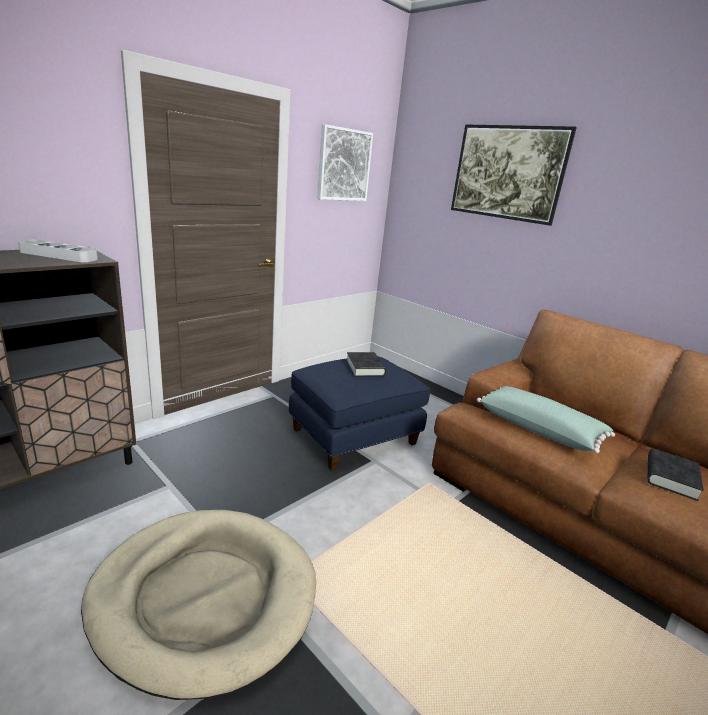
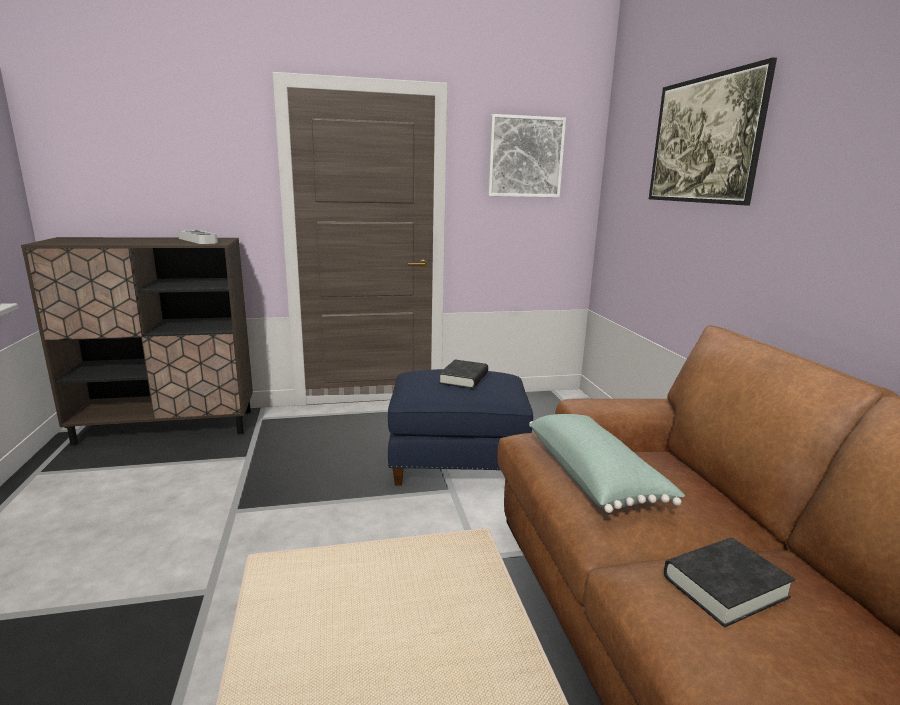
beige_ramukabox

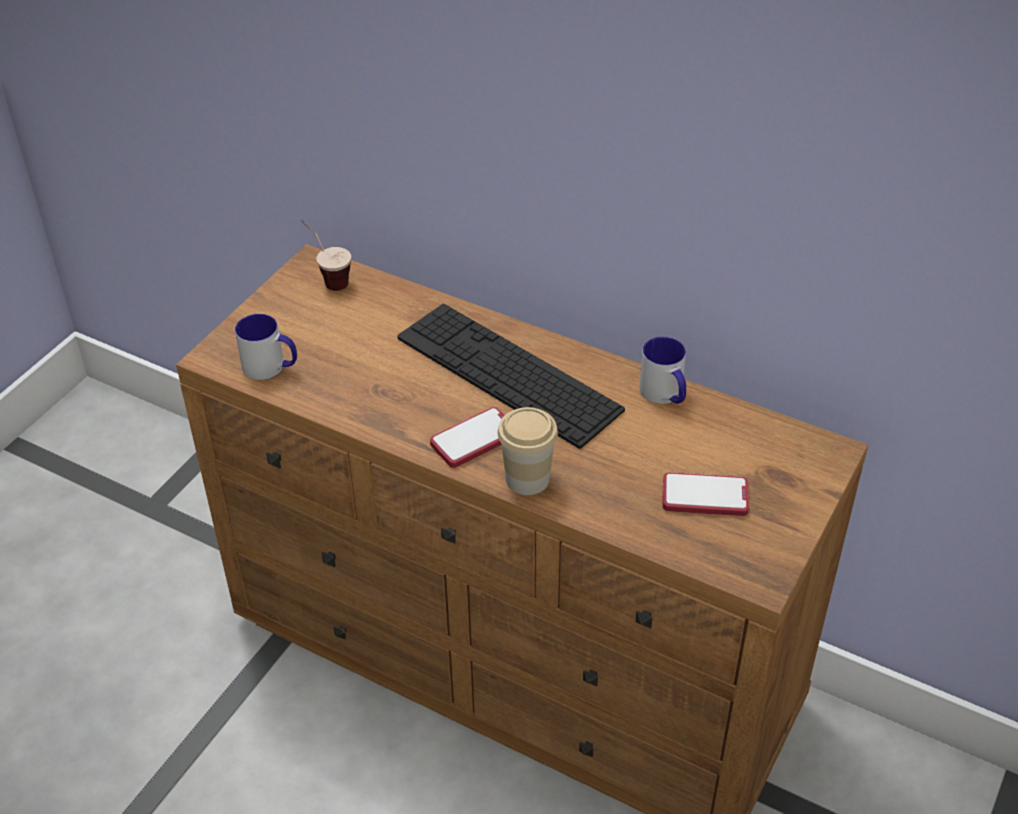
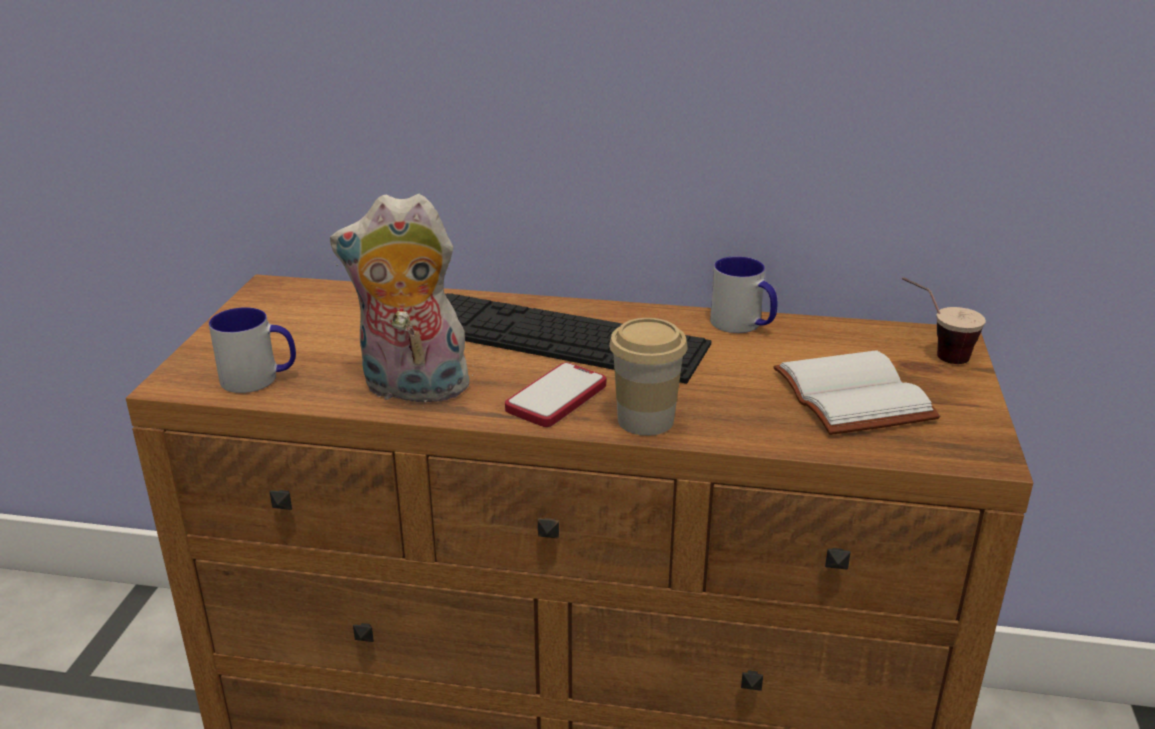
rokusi
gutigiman (no. 2 from left)
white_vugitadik

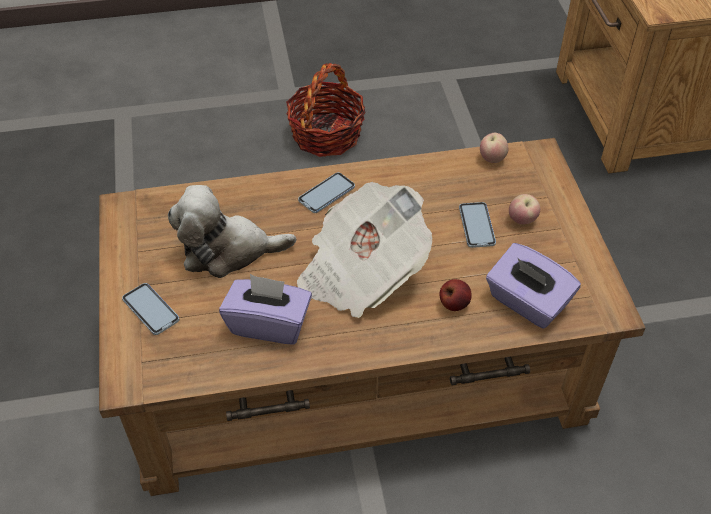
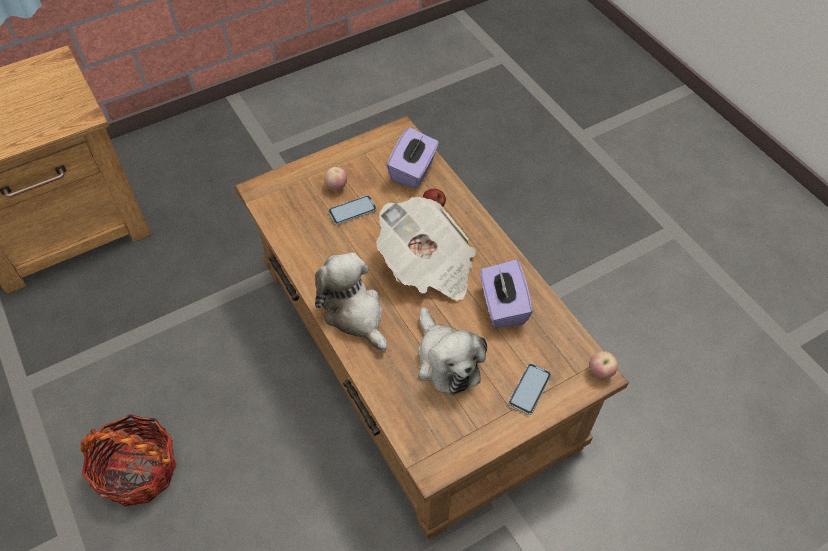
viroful (no. 3 from left)
rokusi (no. 1 from left)

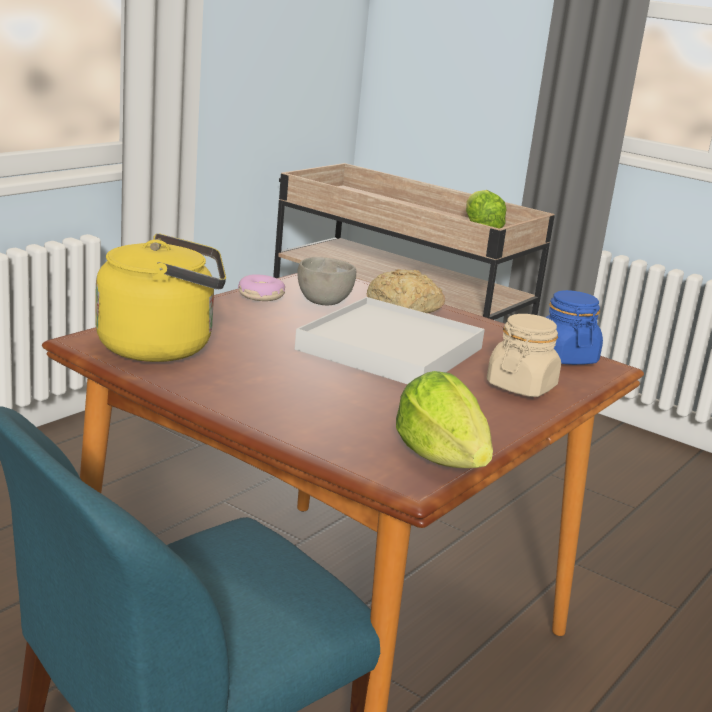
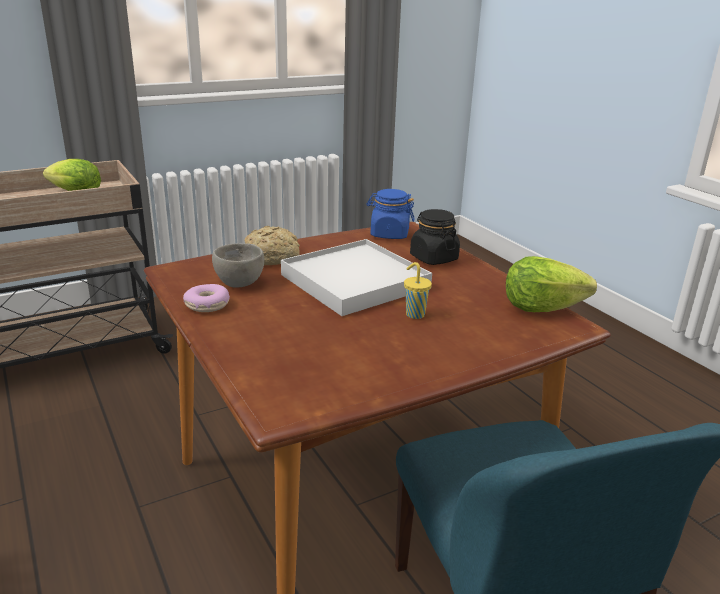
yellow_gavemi
yellow_gutigiman
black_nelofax

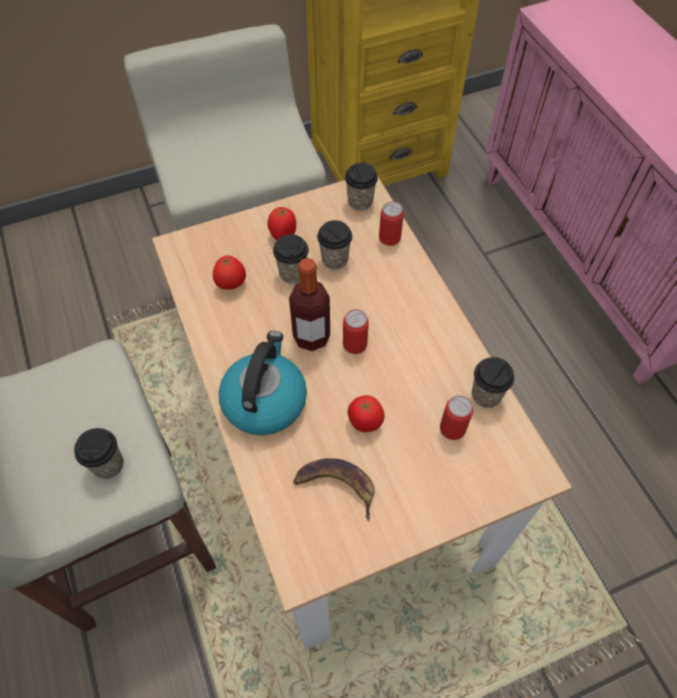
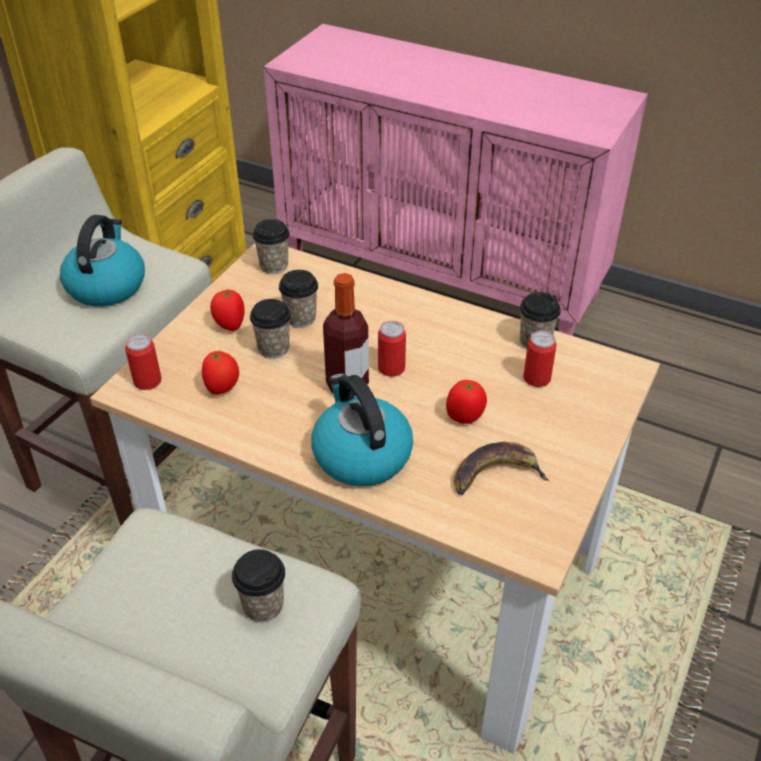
gavemi (no. 1 from left)
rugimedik (no. 1 from left)

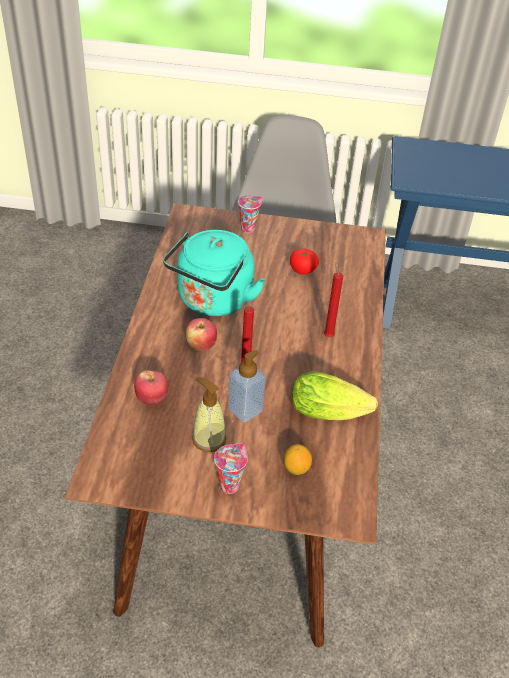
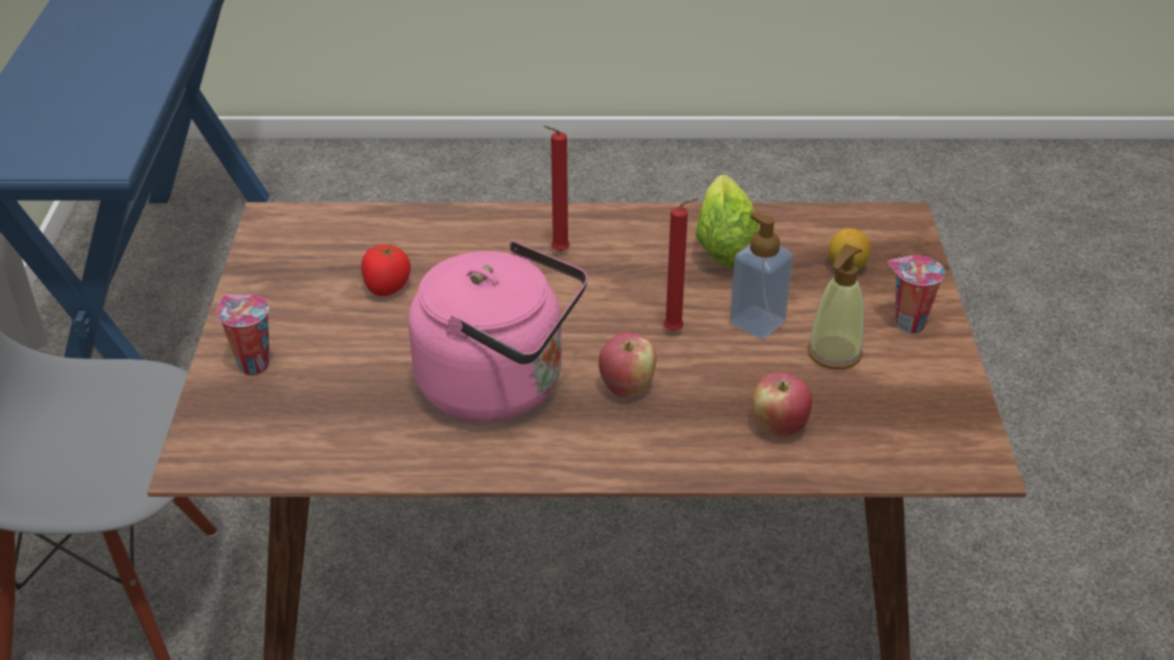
pink_gavemi

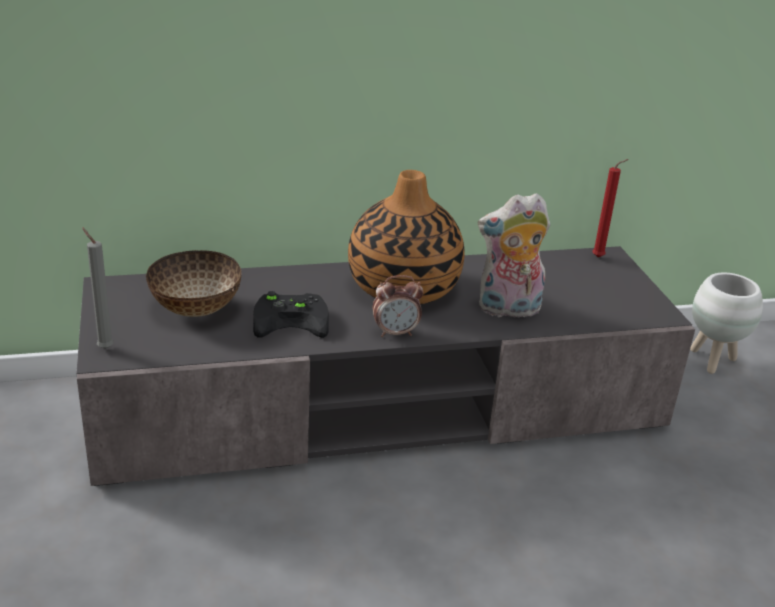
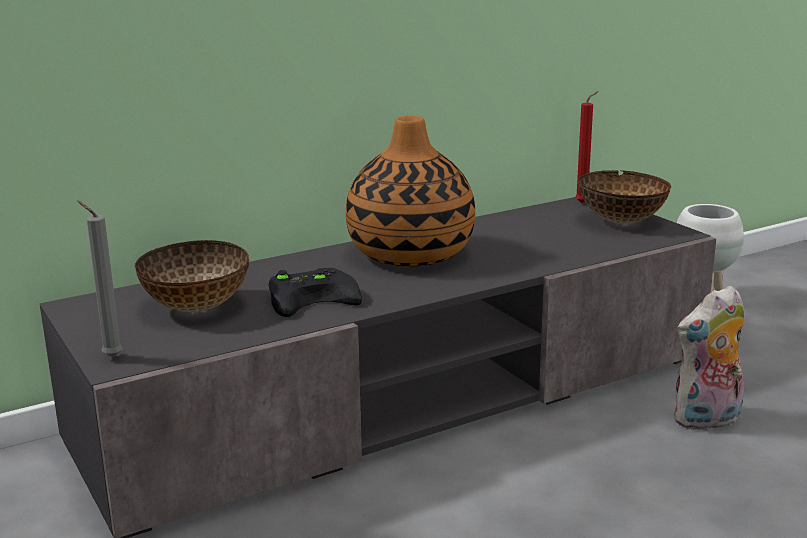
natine
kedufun (no. 2 from left)
rokusi

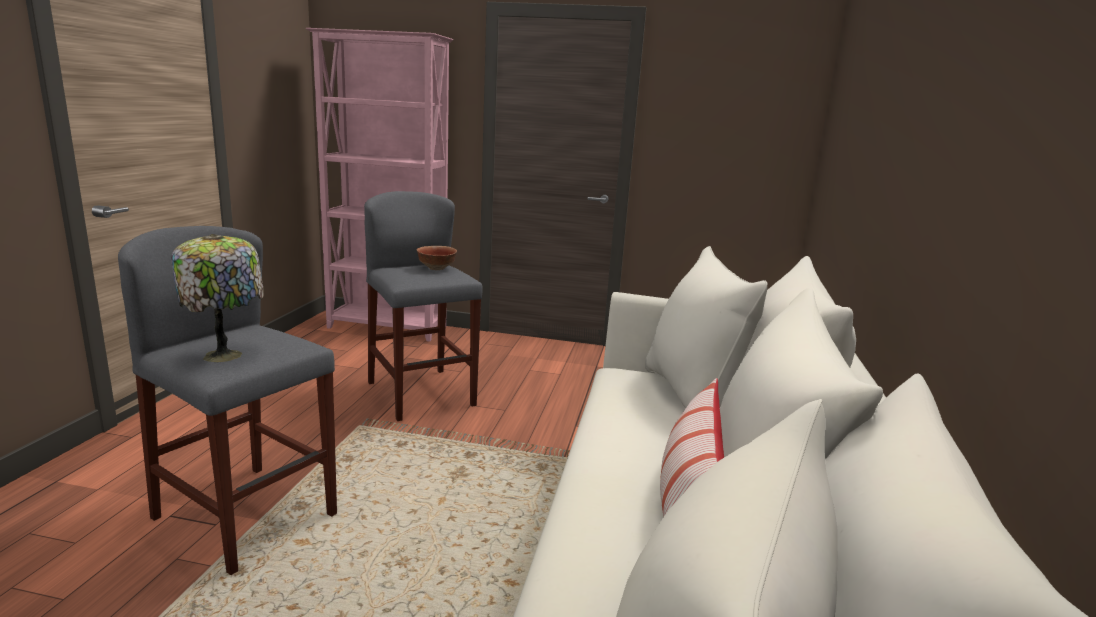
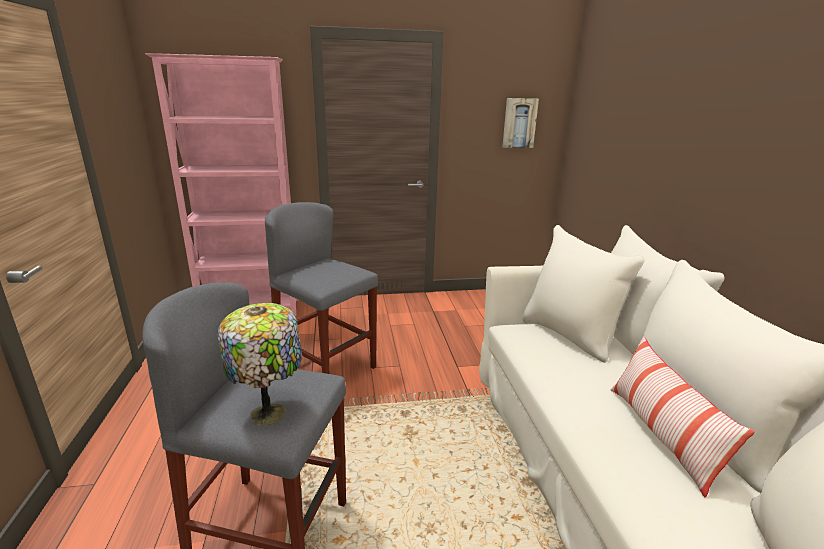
kedufun
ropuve

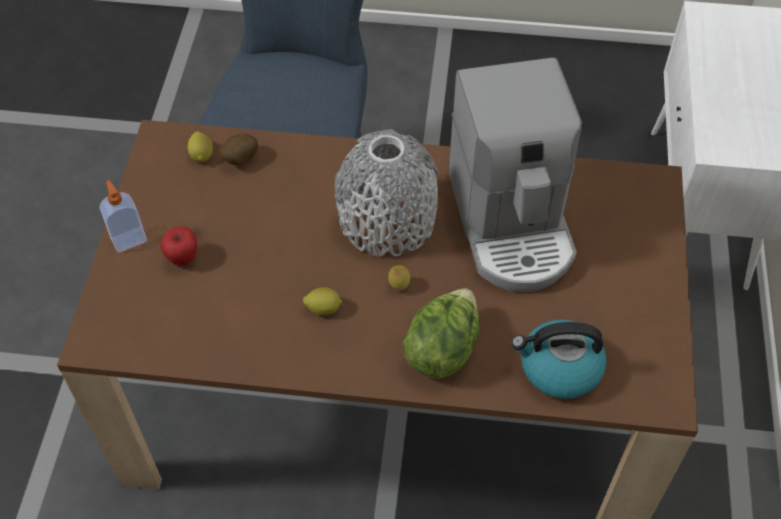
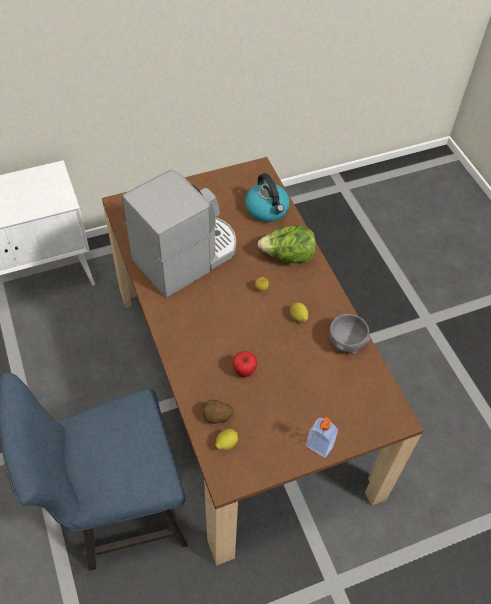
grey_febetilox
grey_kedufun
viroful

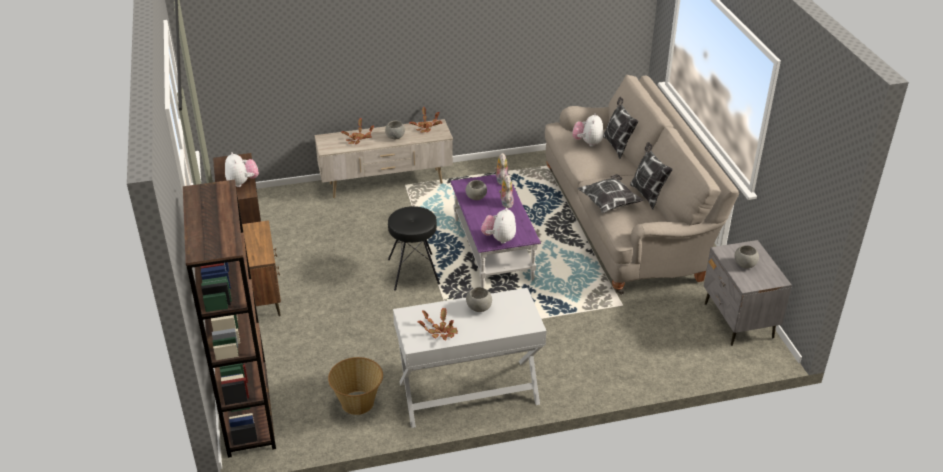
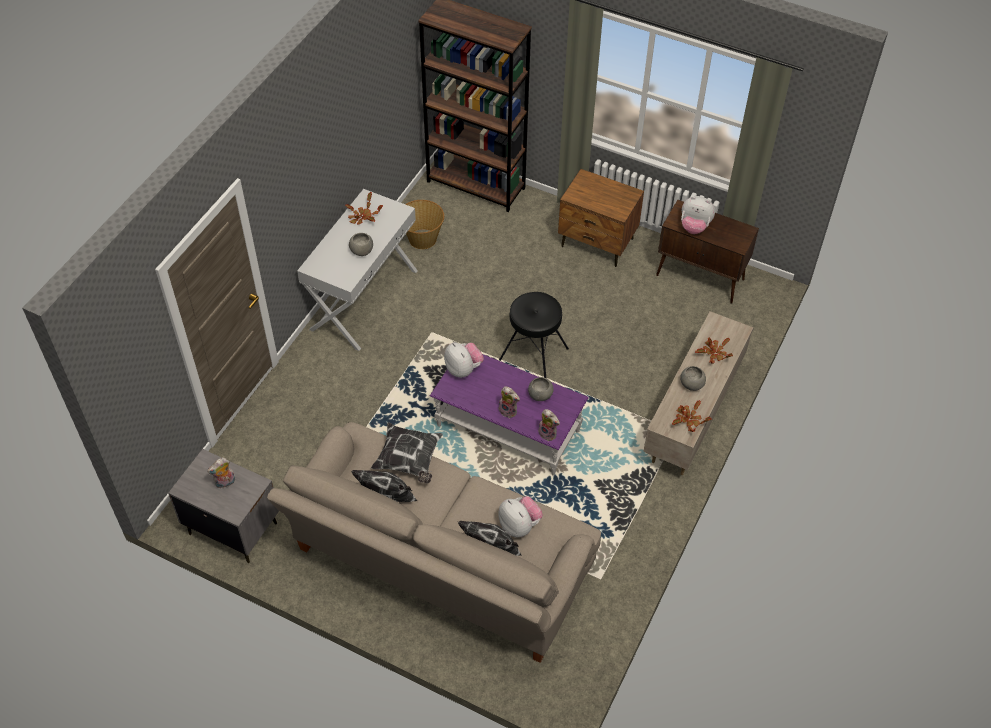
rokusi (no. 1 from left)

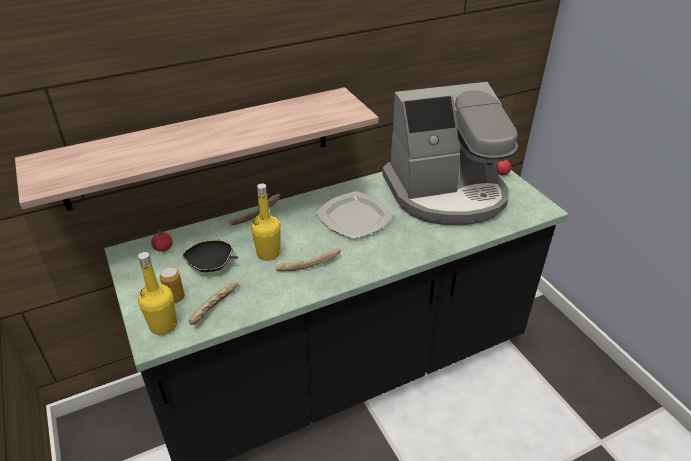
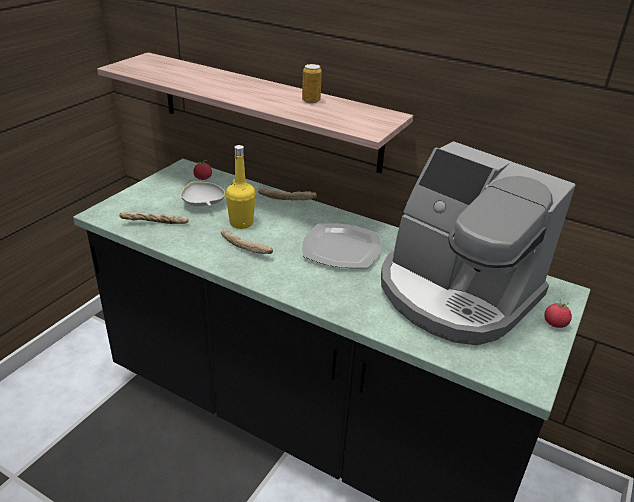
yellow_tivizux (no. 1 from left in the first image)
rugimedik
white_kedufun

